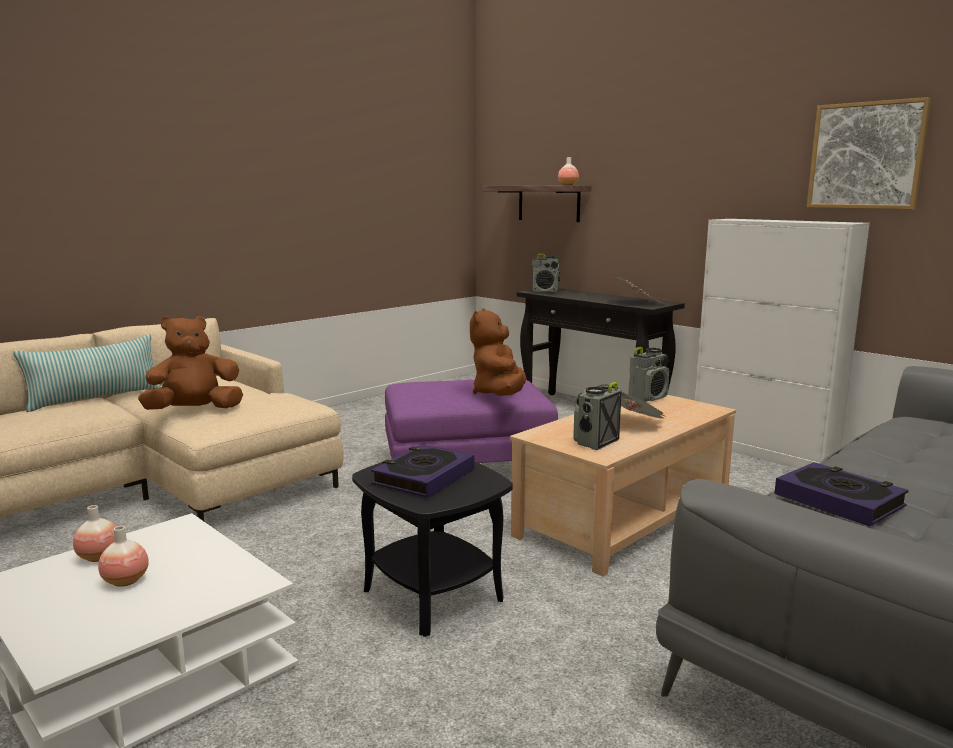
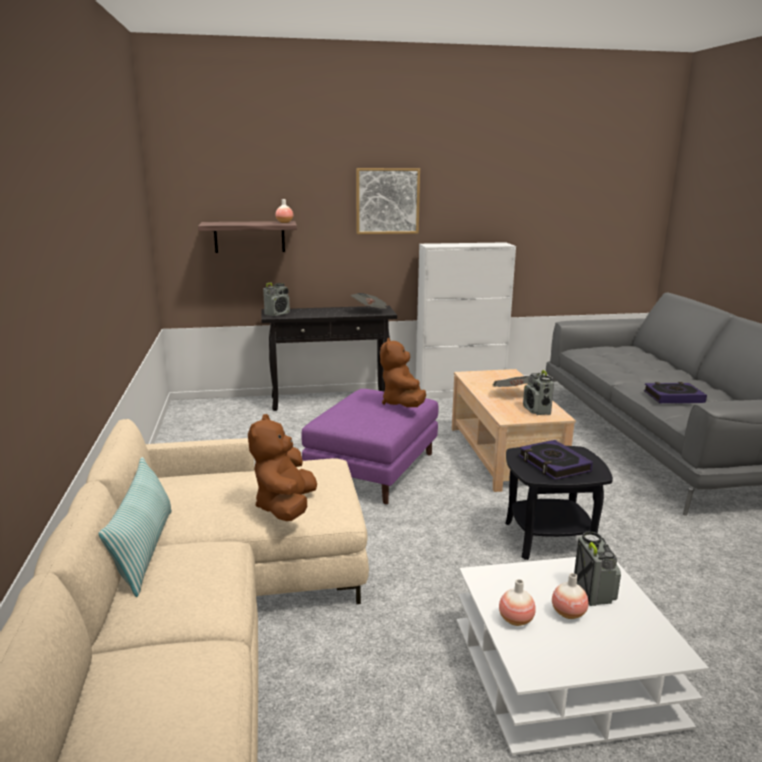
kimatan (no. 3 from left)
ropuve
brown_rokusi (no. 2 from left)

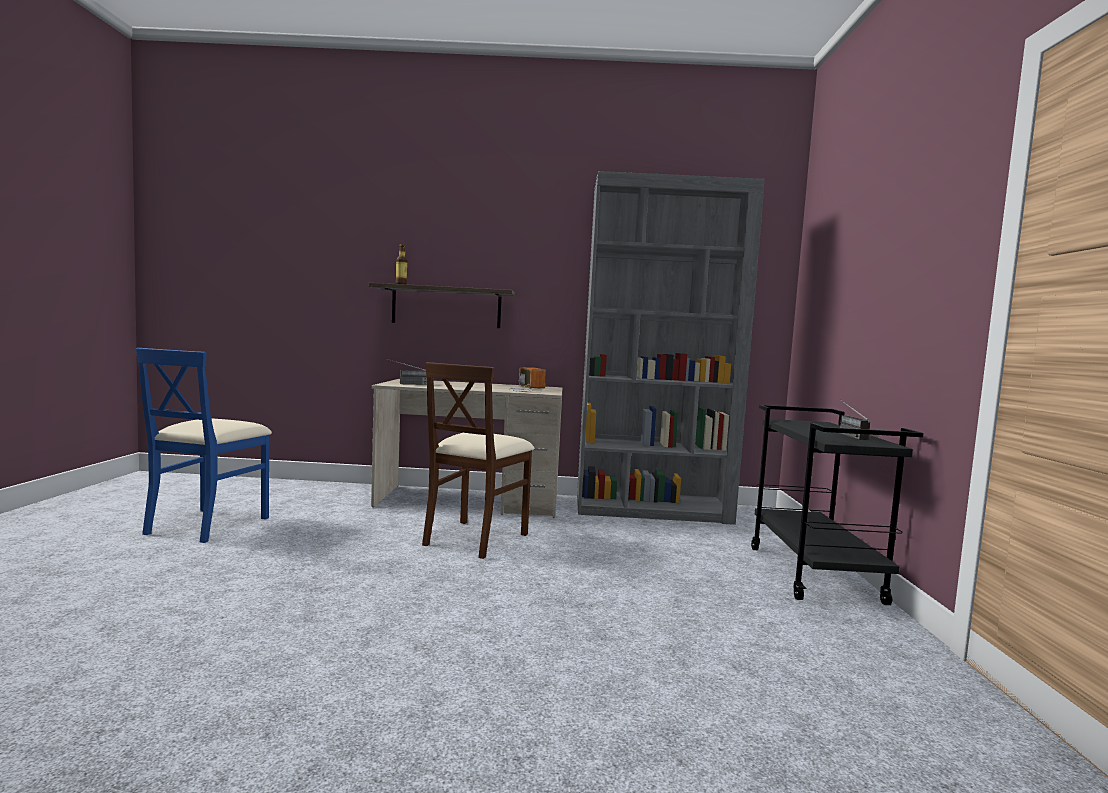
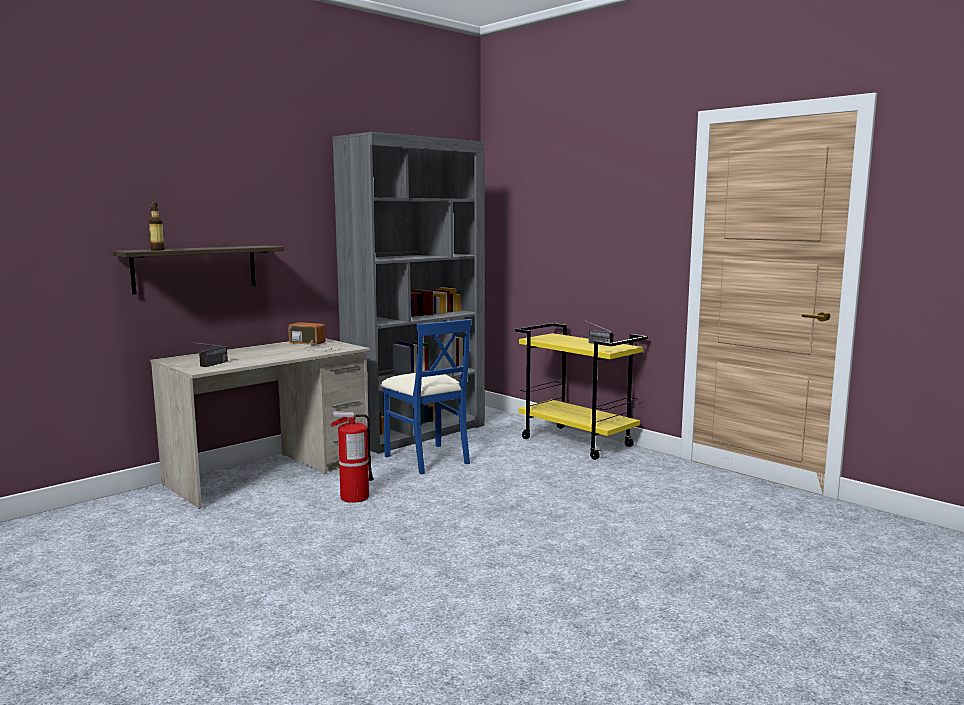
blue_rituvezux
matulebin
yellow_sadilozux

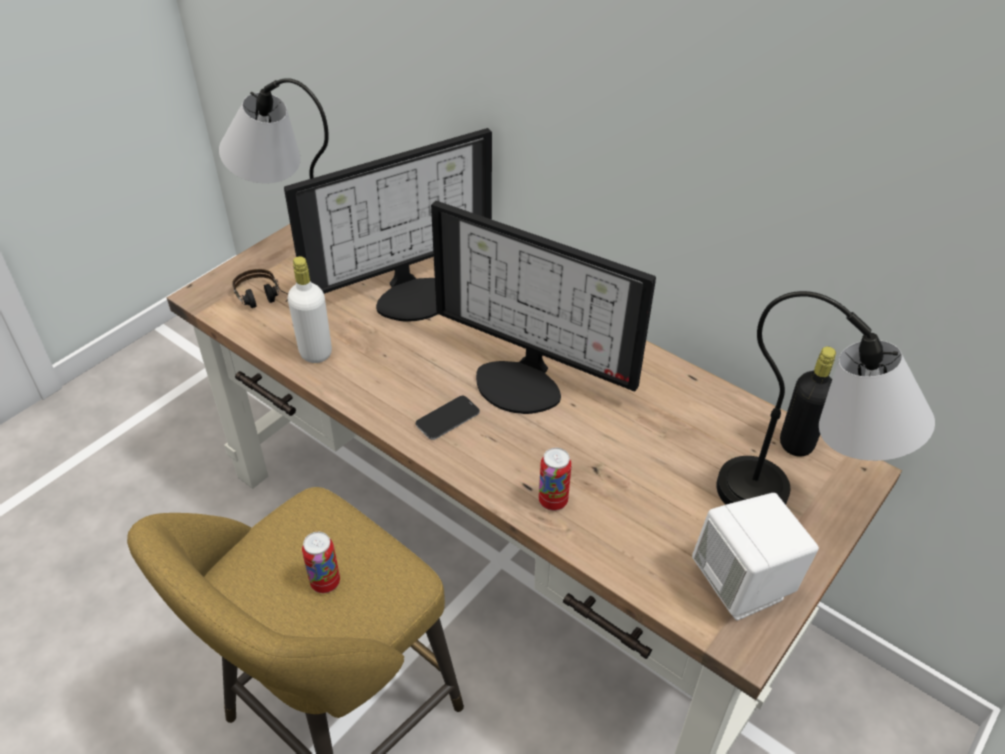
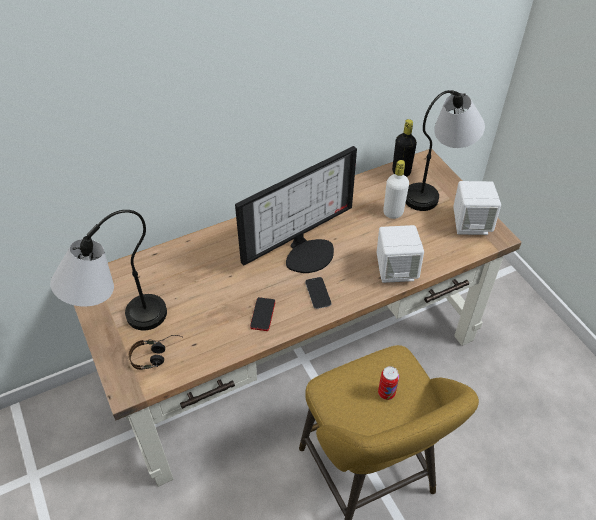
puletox (no. 1 from left in the first image)
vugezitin (no. 1 from left)
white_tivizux
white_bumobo (no. 1 from left)

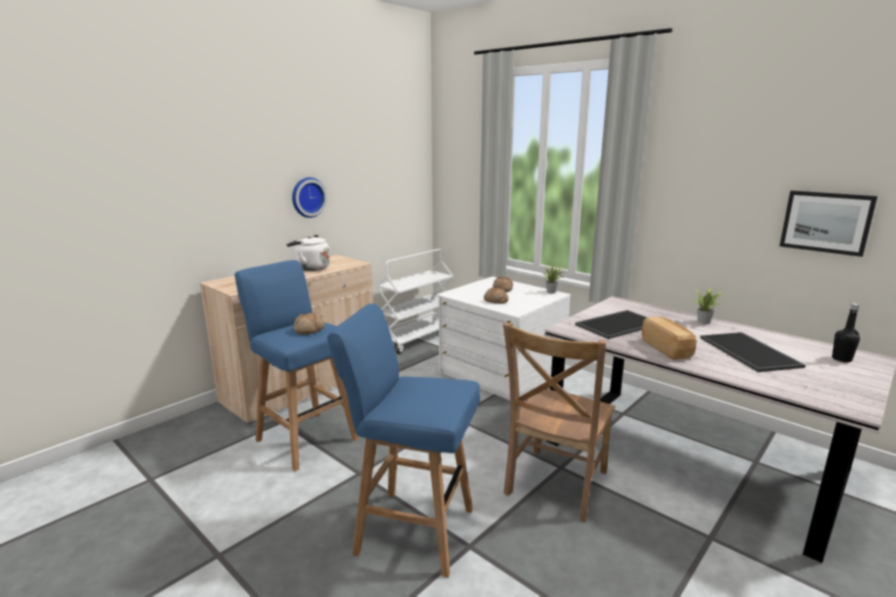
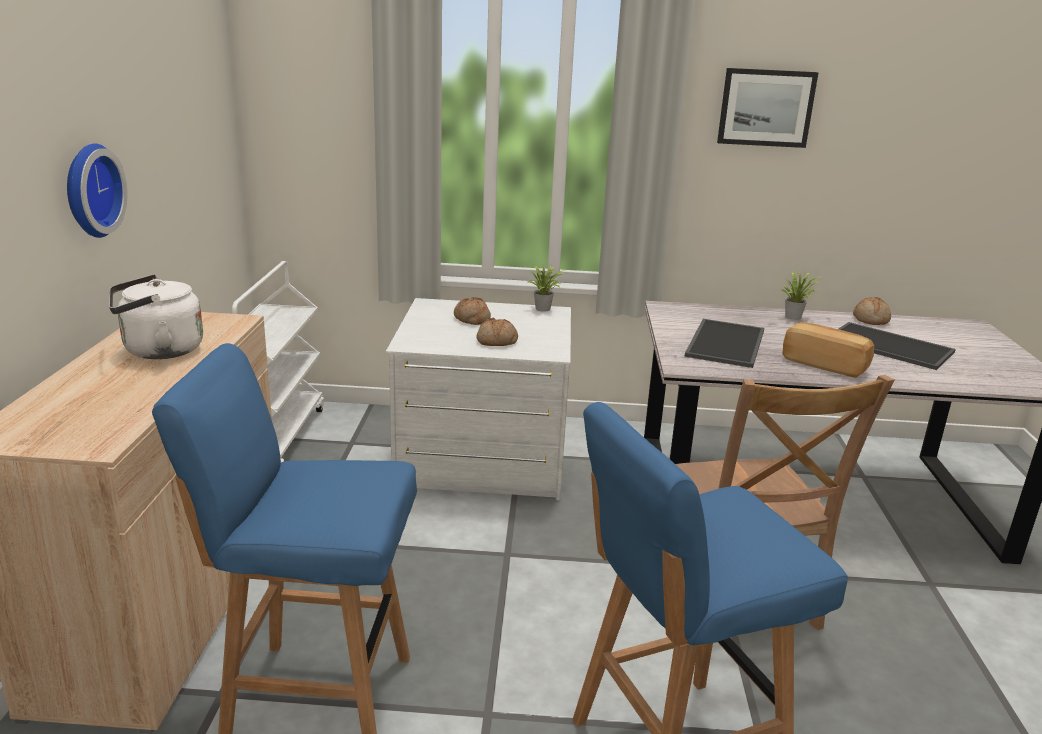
black_tivizux
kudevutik (no. 4 from left)
ropuve

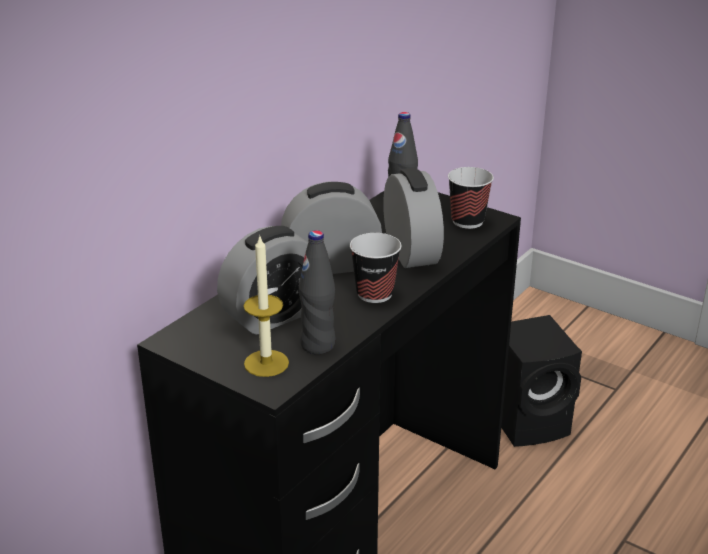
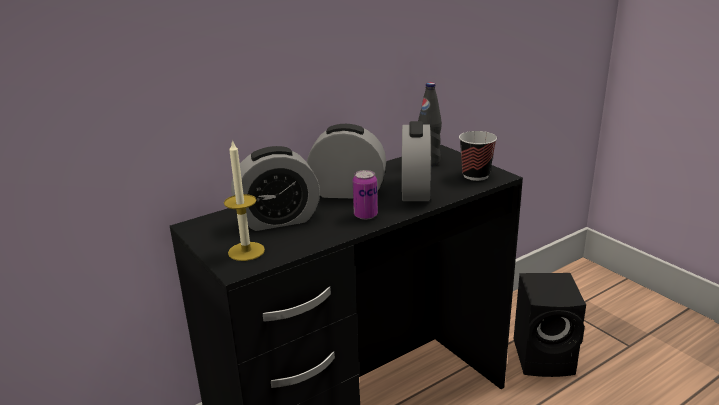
black_tivizux (no. 1 from left in the first image)
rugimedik

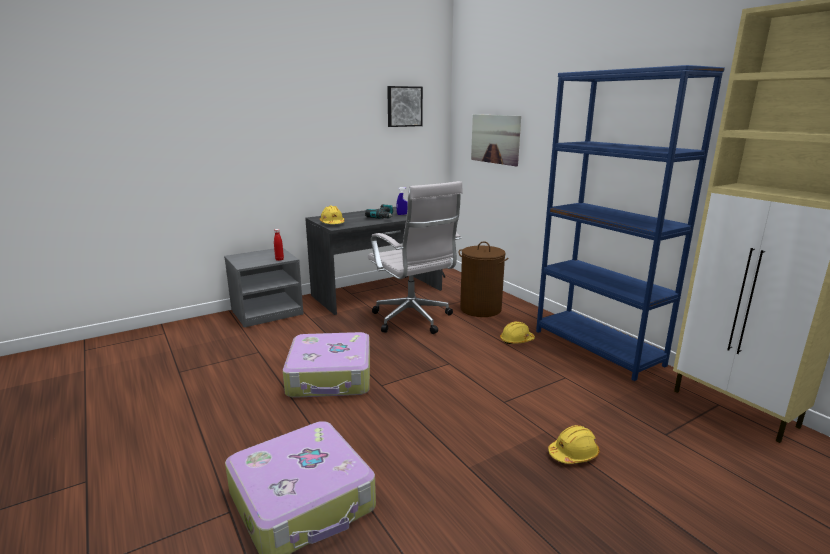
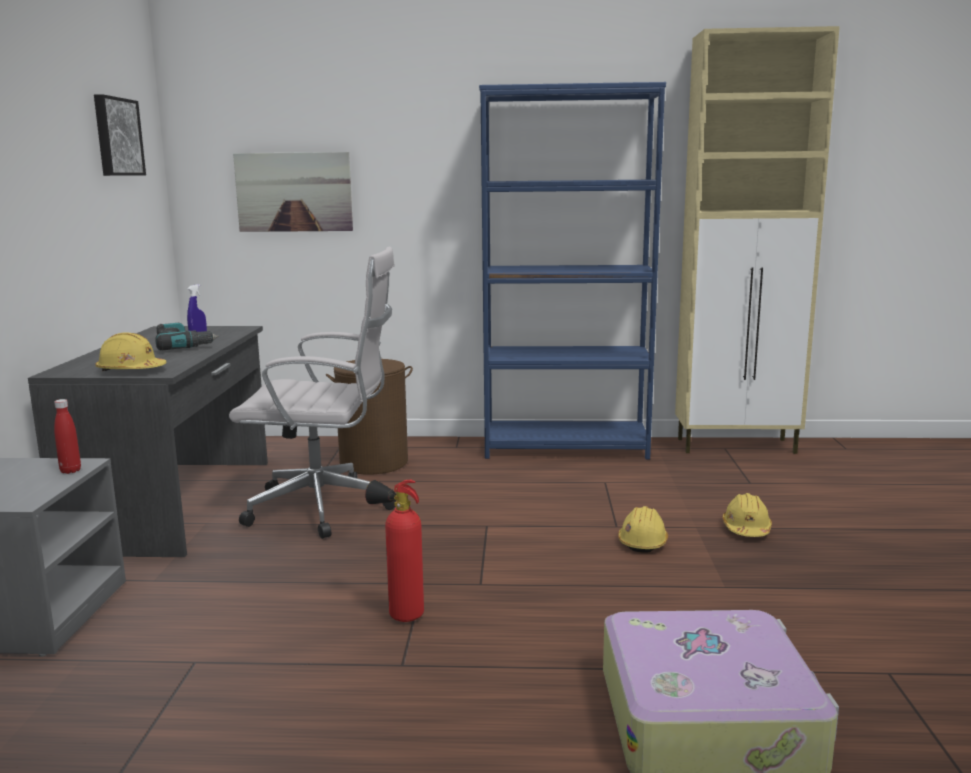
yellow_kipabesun (no. 2 from left)
matulebin

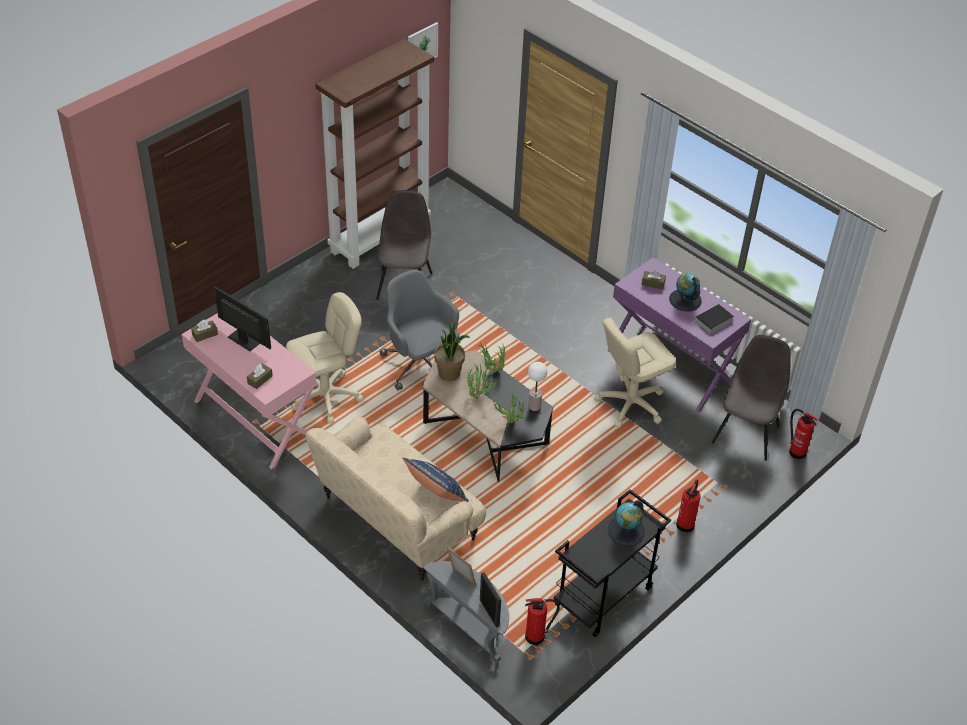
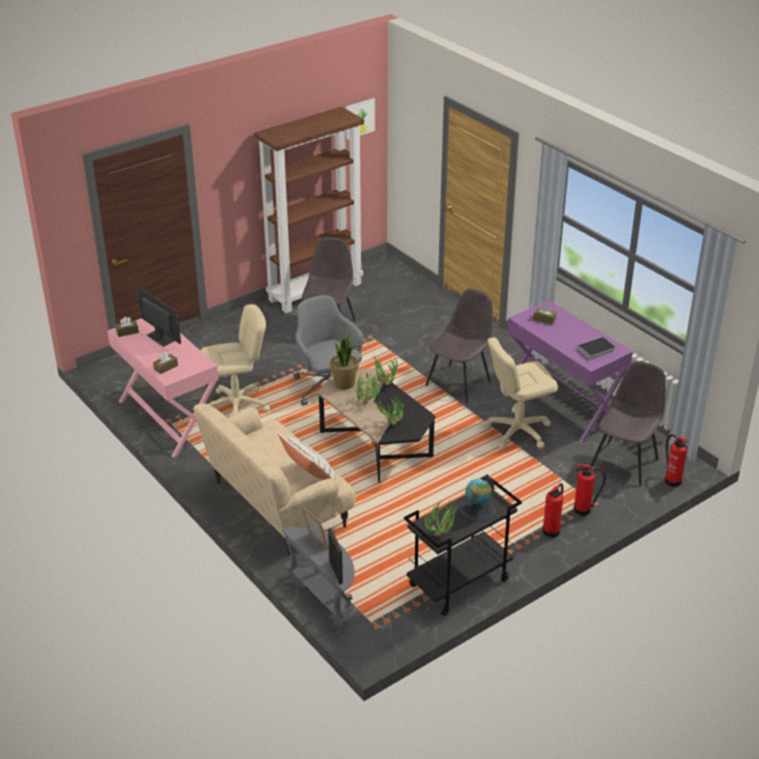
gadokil
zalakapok (no. 2 from left in the first image)
grey_rituvezux (no. 2 from left)
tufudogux (no. 5 from left)
matulebin (no. 2 from left)
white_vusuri

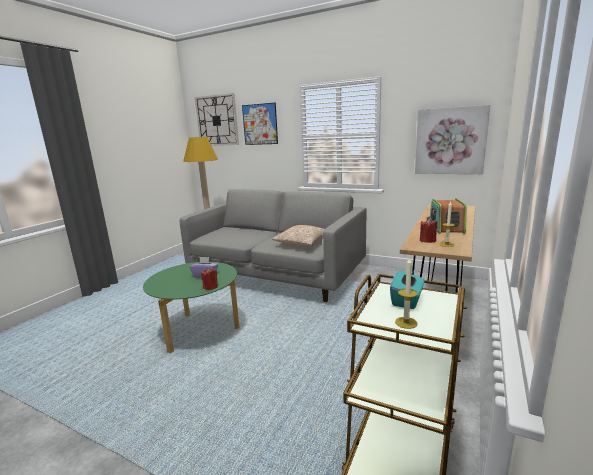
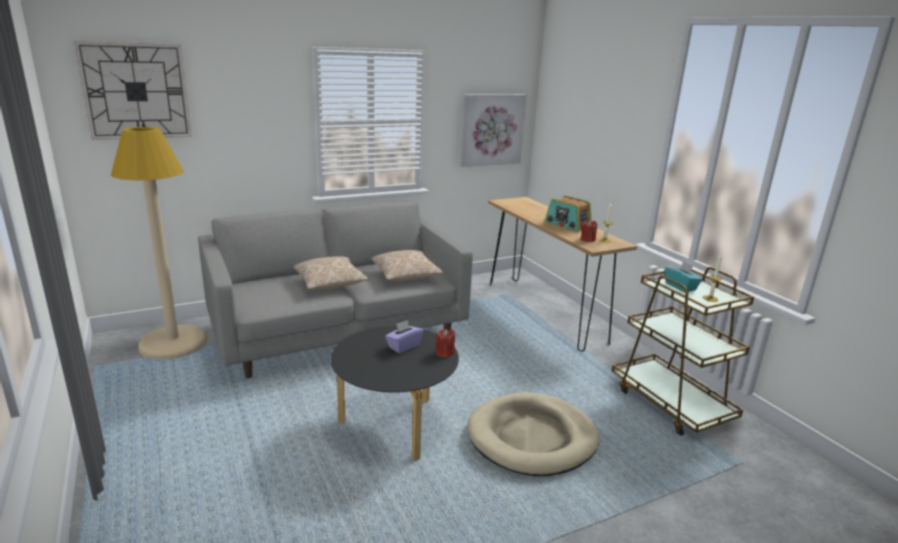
ropuve (no. 1 from left in the first image)
vusuri (no. 1 from left)
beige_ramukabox
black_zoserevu

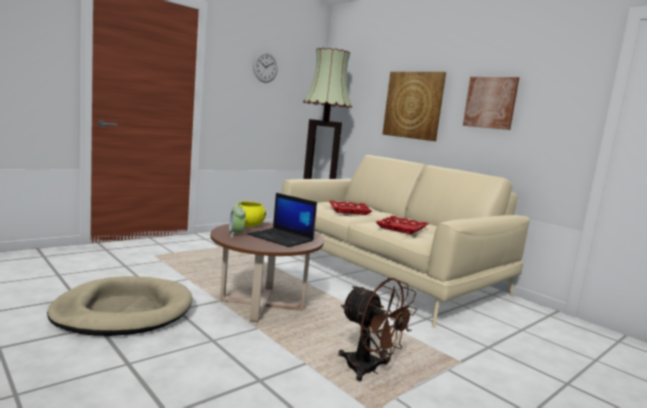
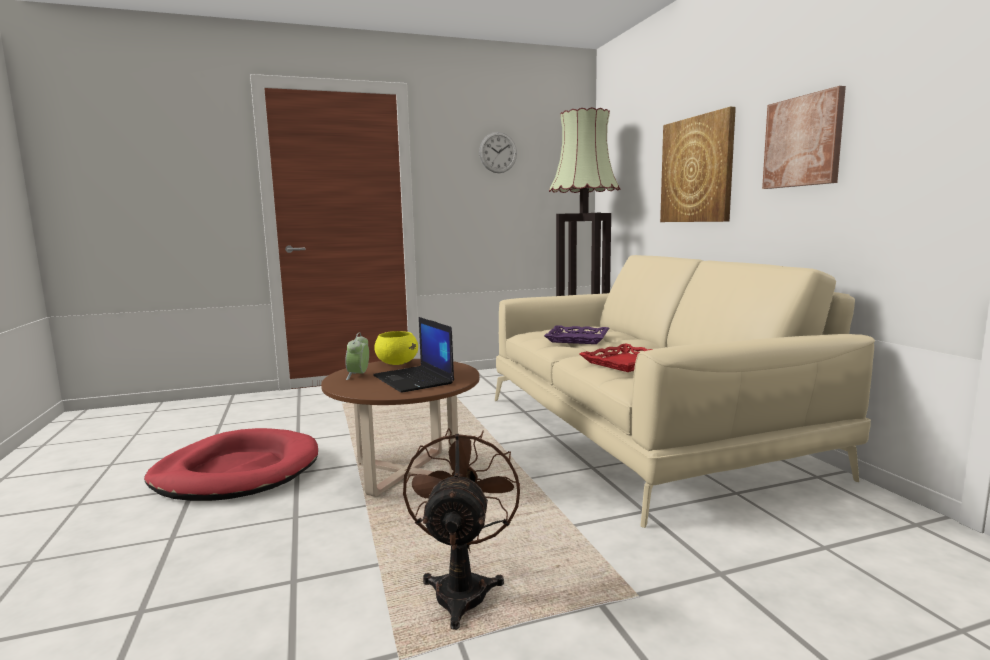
red_ramukabox
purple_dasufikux
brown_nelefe

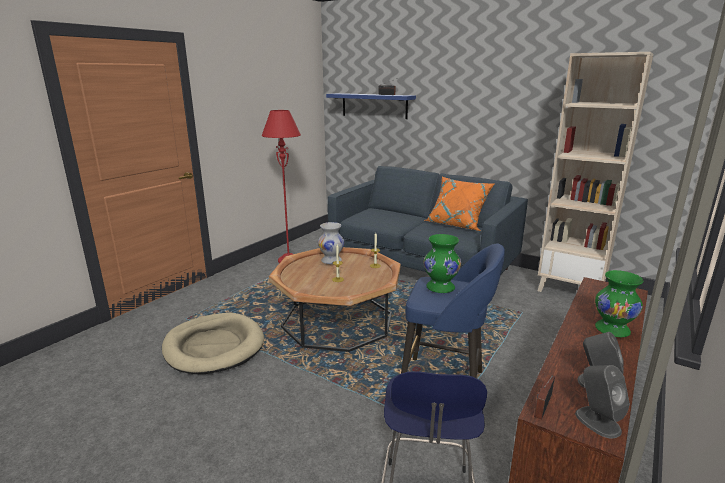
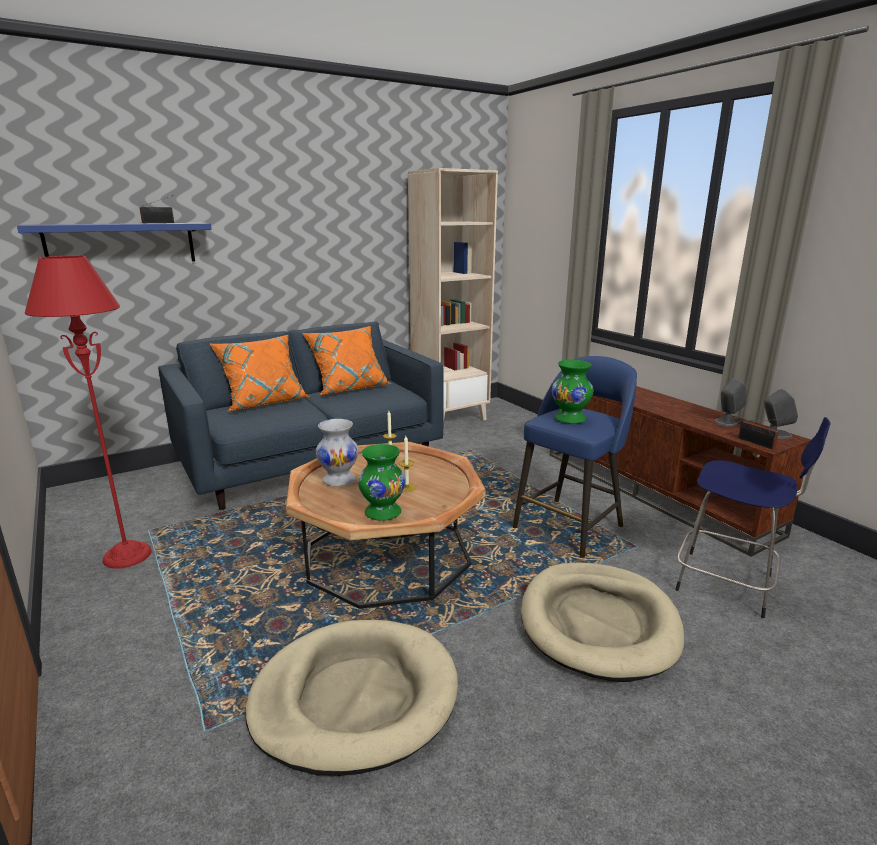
orange_vusuri (no. 1 from left)
beige_ramukabox (no. 2 from left)
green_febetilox (no. 1 from left)

